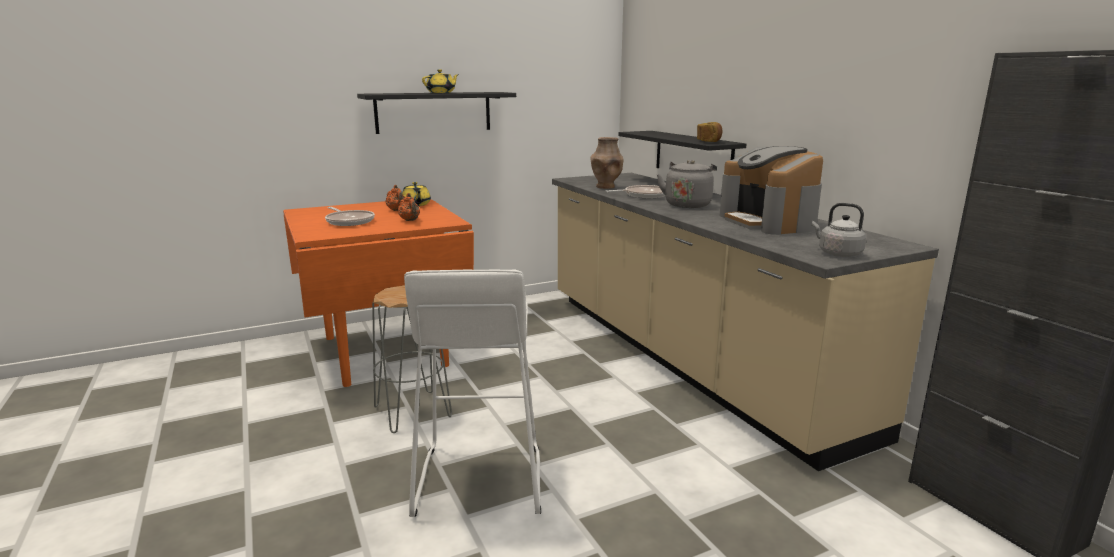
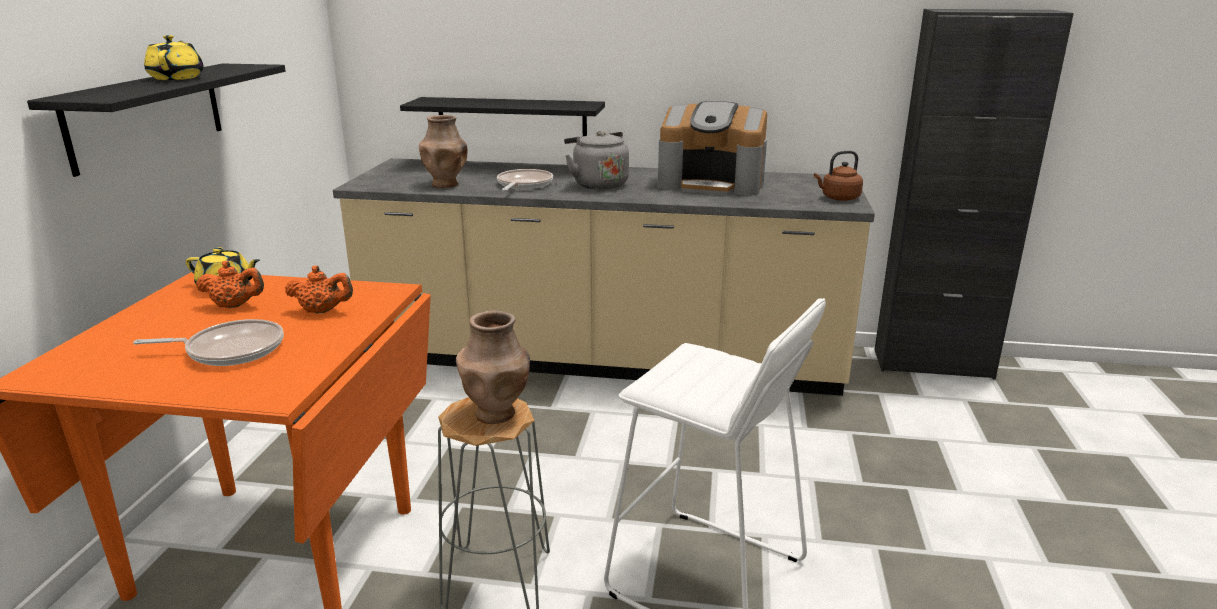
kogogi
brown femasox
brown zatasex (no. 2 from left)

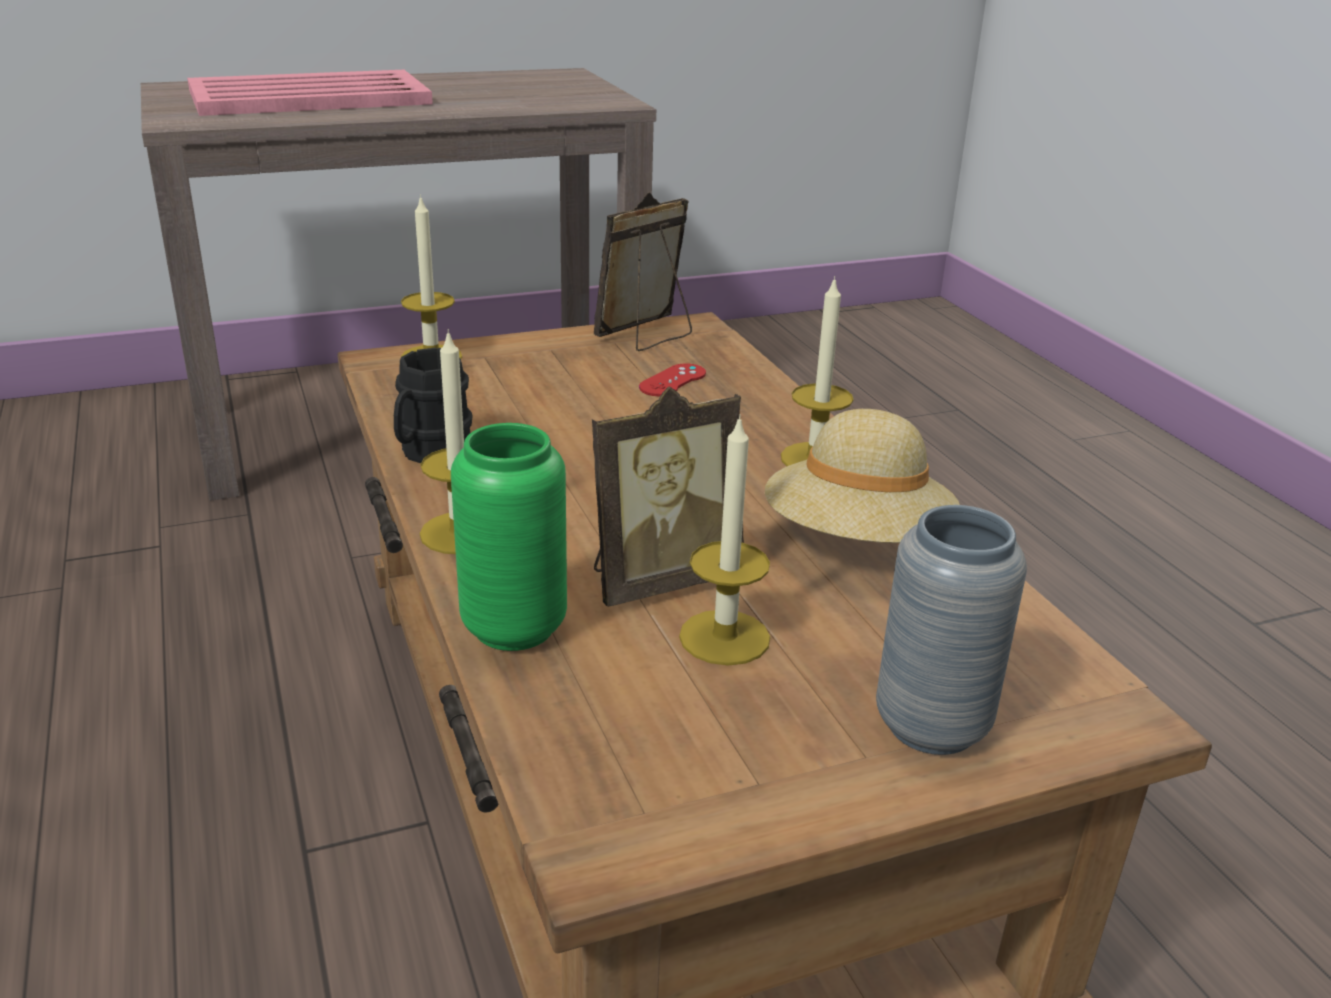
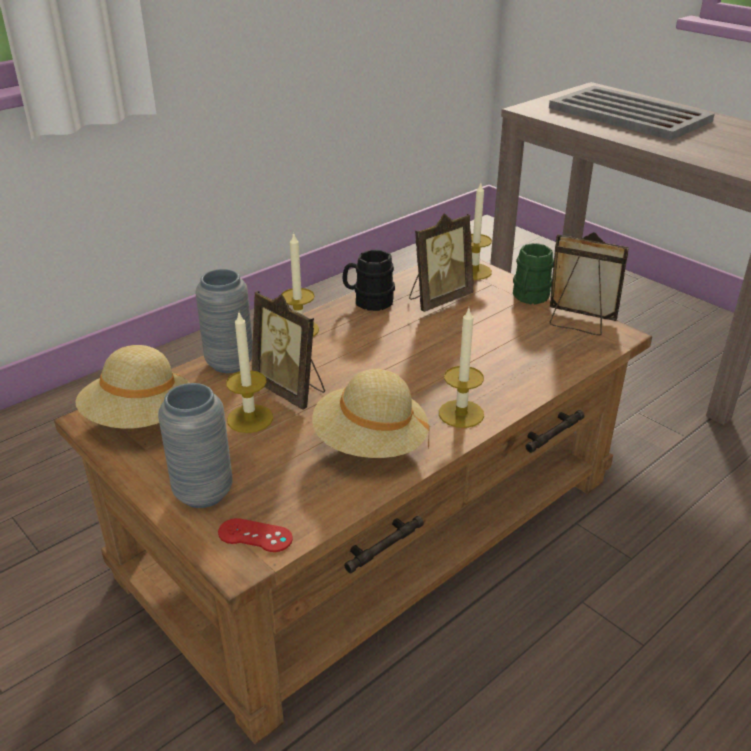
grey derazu
grey zatasex (no. 2 from left)
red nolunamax
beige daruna (no. 1 from left)
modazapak (no. 2 from left)
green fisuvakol

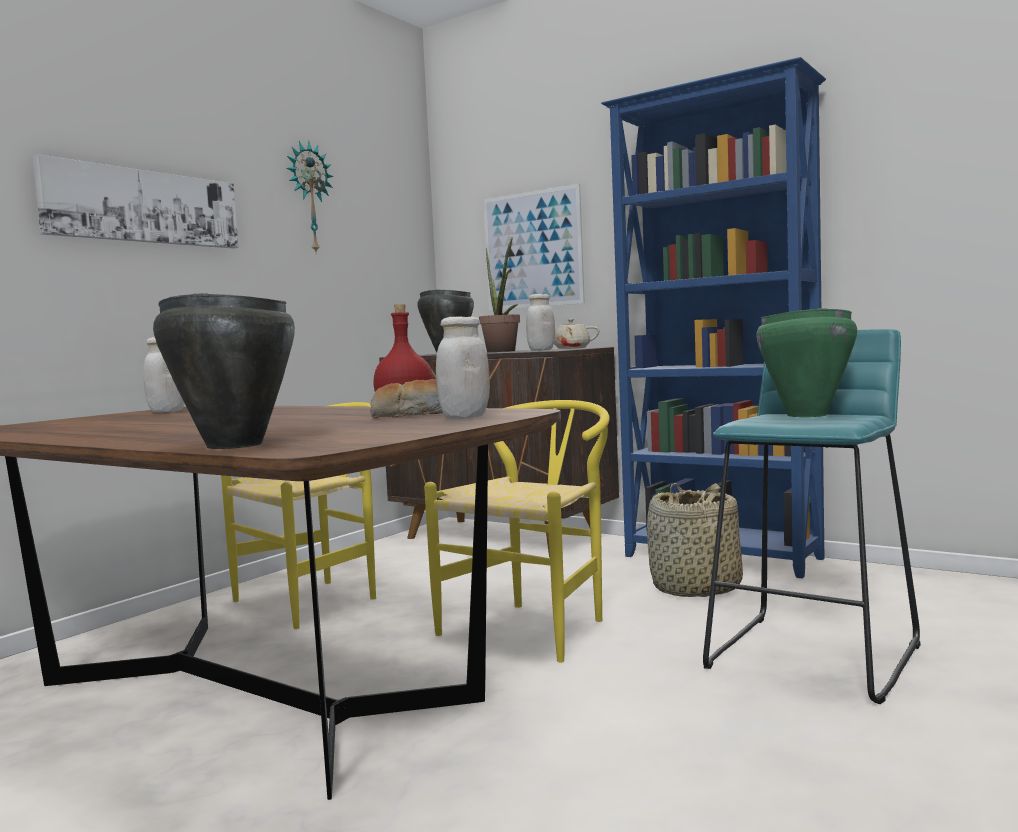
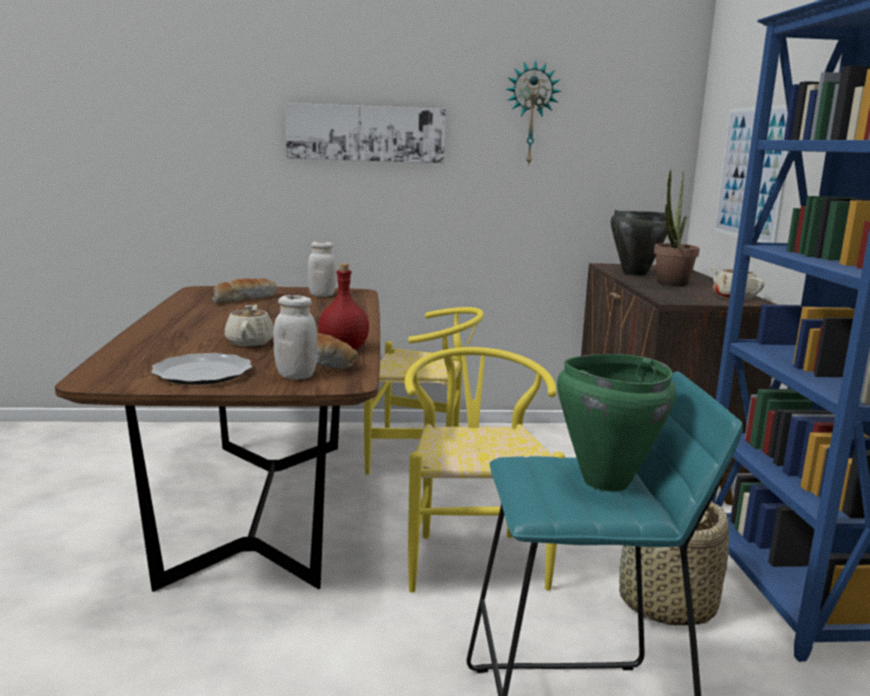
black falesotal (no. 1 from left in the first image)
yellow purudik (no. 2 from left)
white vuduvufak (no. 3 from left in the first image)
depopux
kogogi (no. 1 from left)
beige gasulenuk (no. 1 from left)

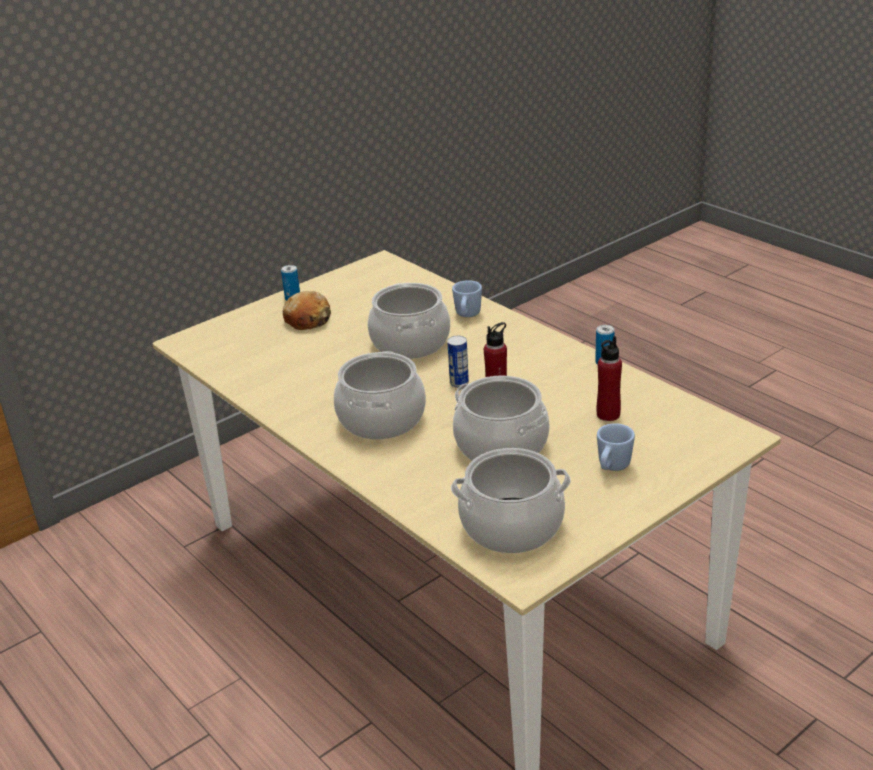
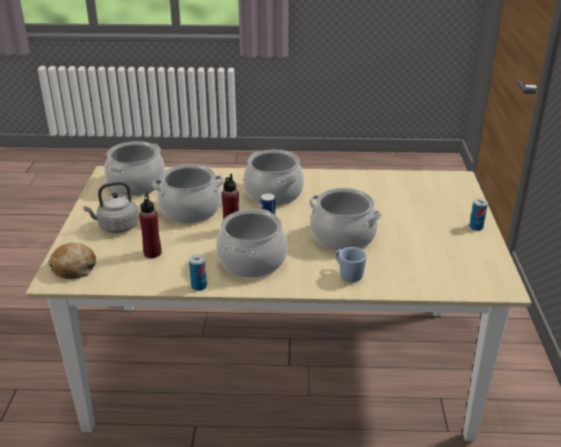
kogogi
grey femasox
falesotal (no. 3 from left)

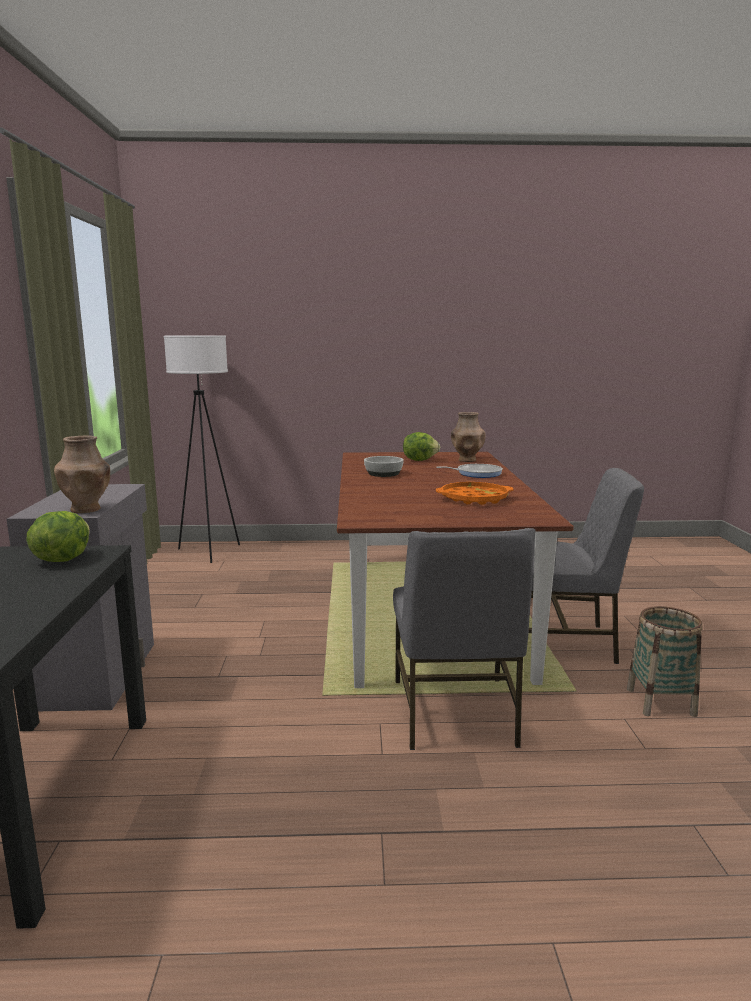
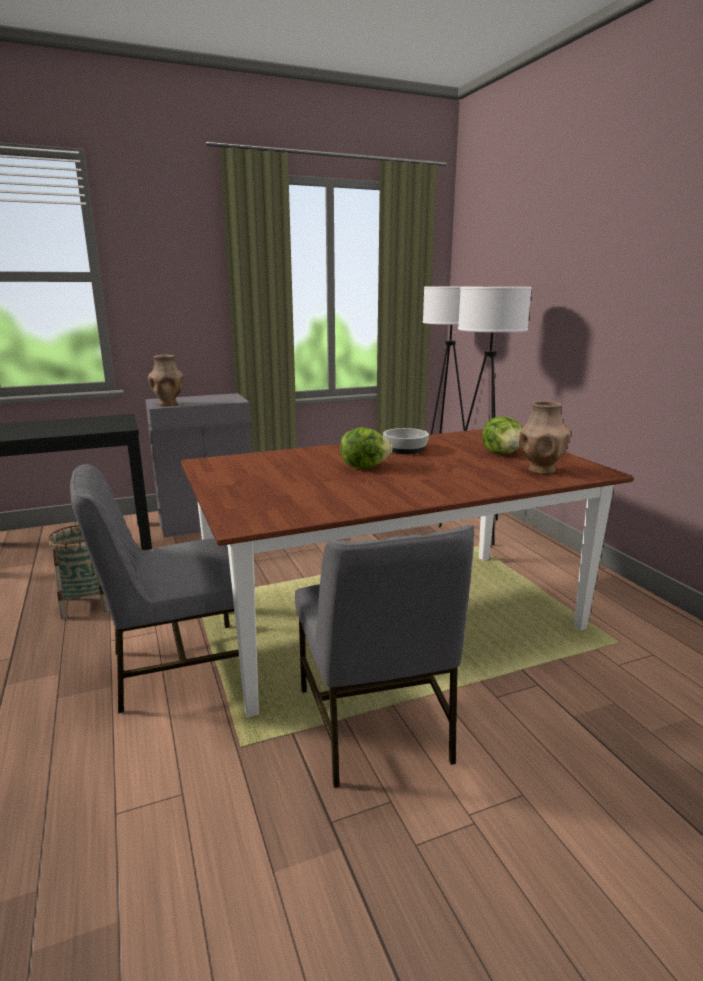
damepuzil (no. 1 from left)
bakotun
orange derazu
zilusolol
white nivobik (no. 2 from left)

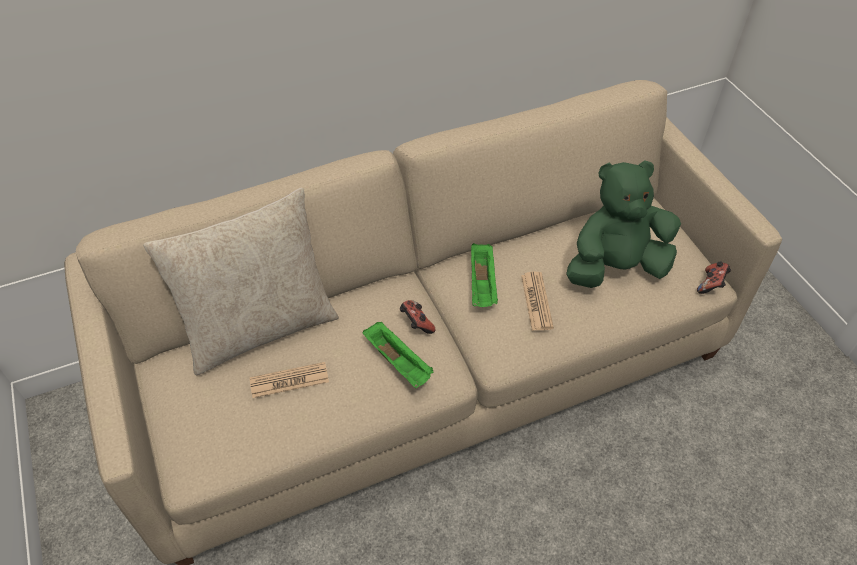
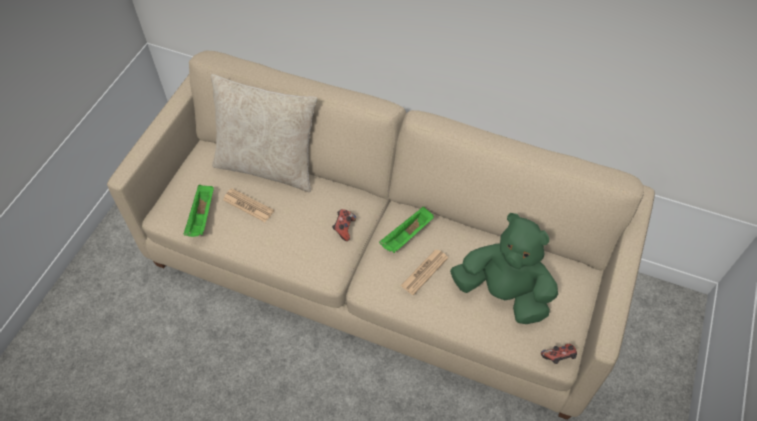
green derazu (no. 1 from left)

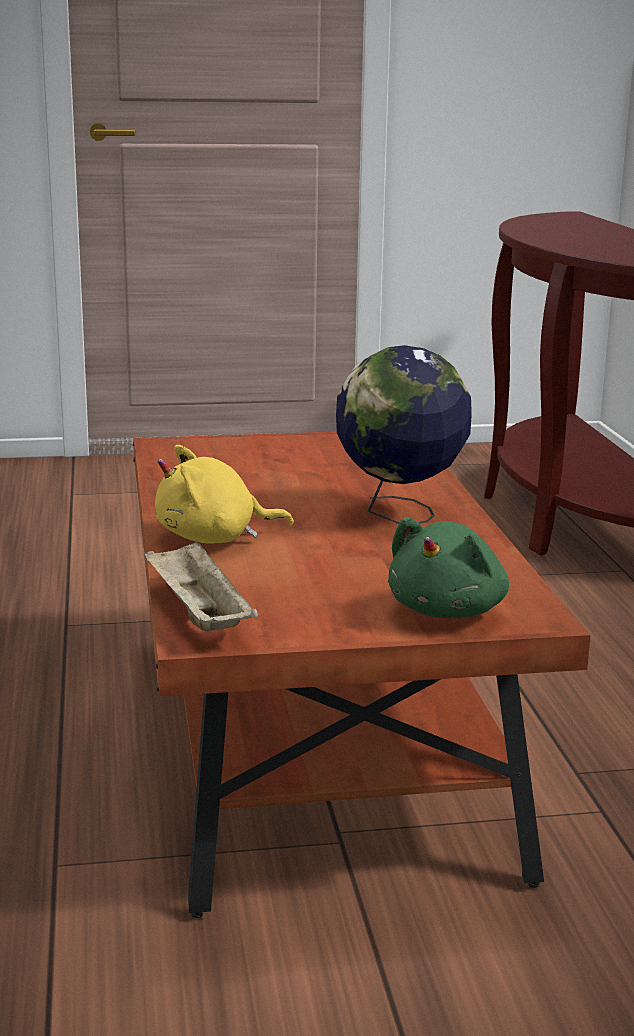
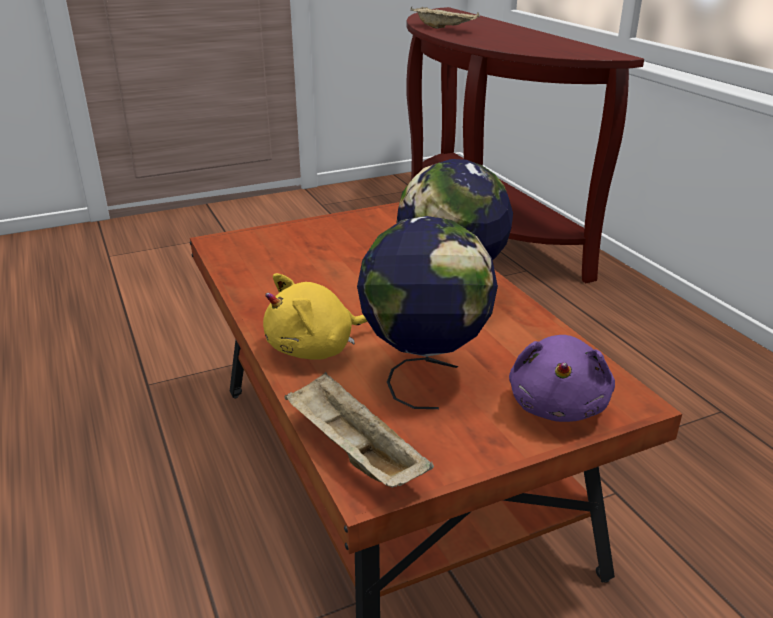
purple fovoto
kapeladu (no. 1 from left)
beige derazu (no. 2 from left)

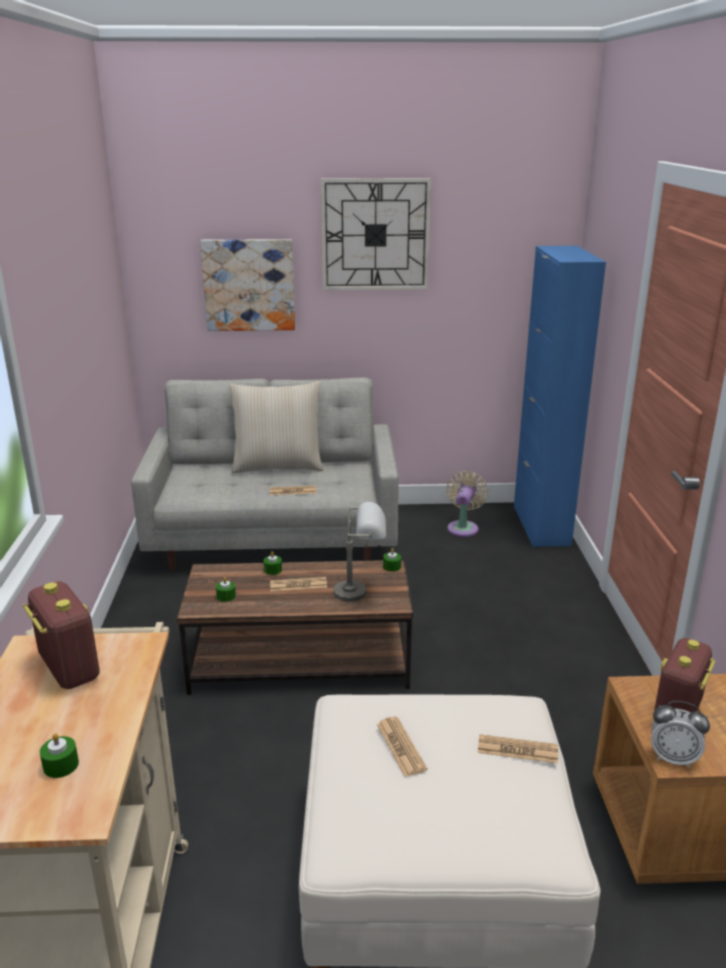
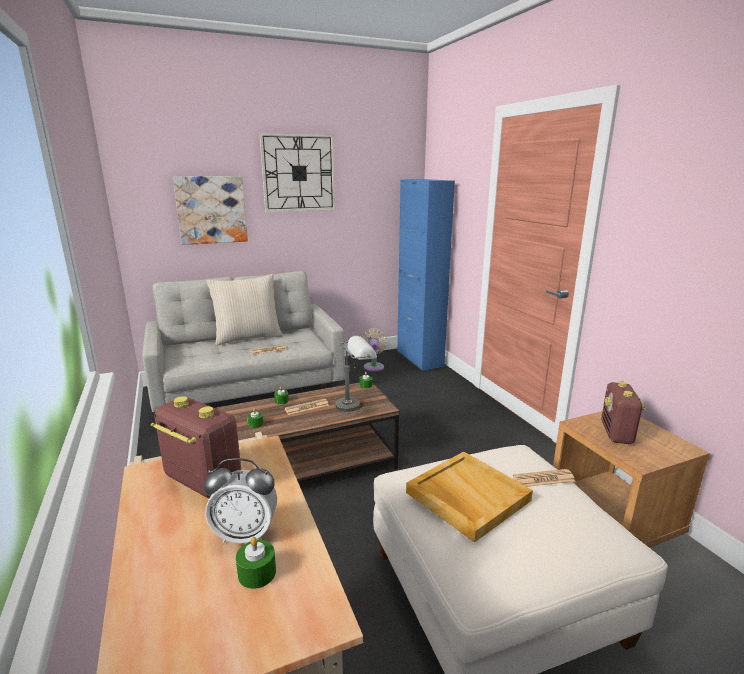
beige derazu
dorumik

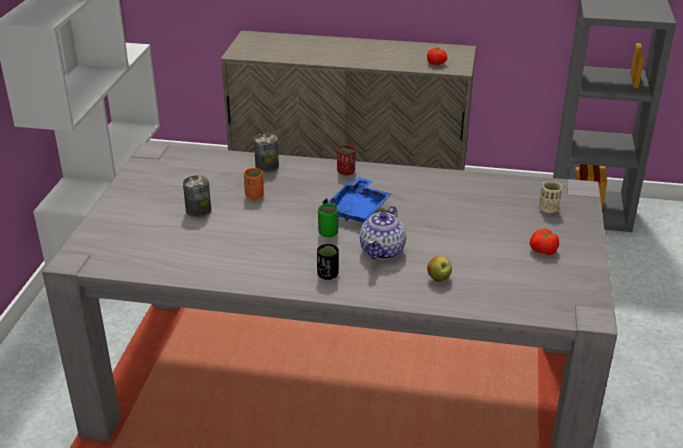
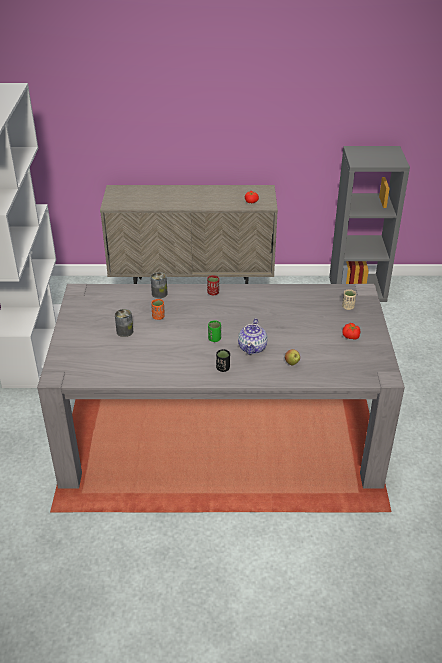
blue derazu

